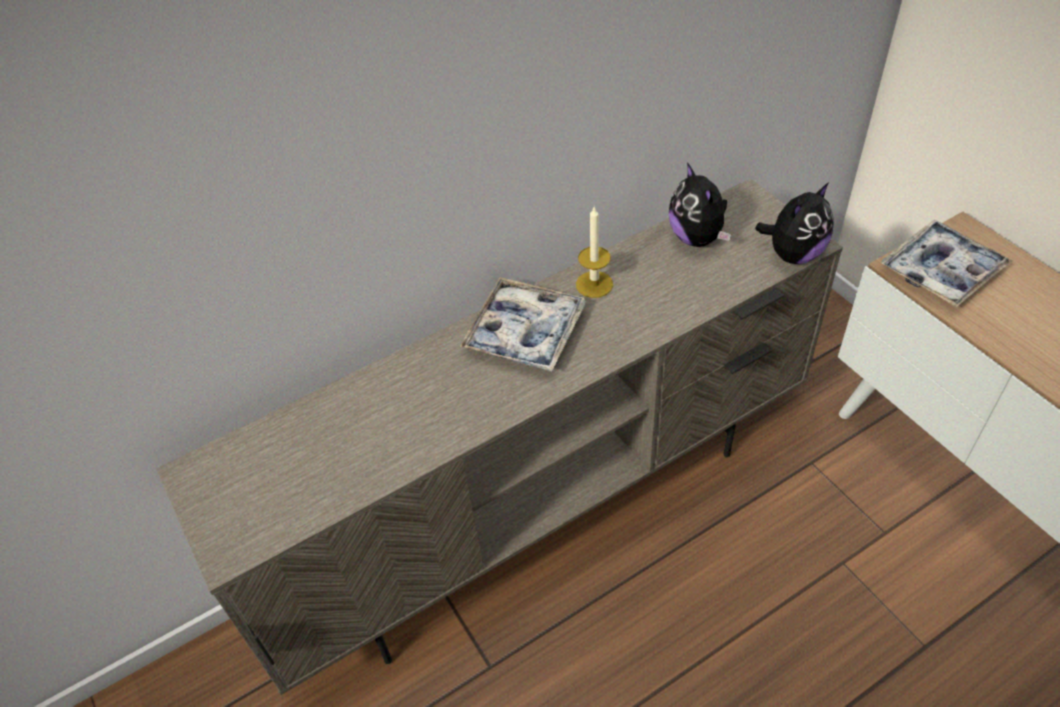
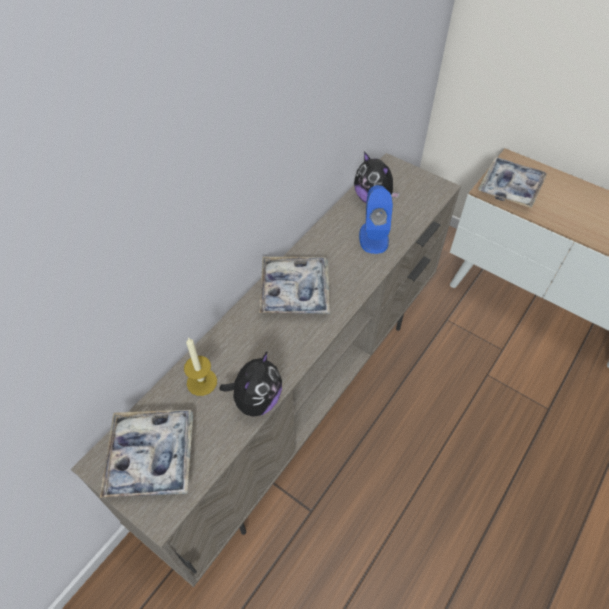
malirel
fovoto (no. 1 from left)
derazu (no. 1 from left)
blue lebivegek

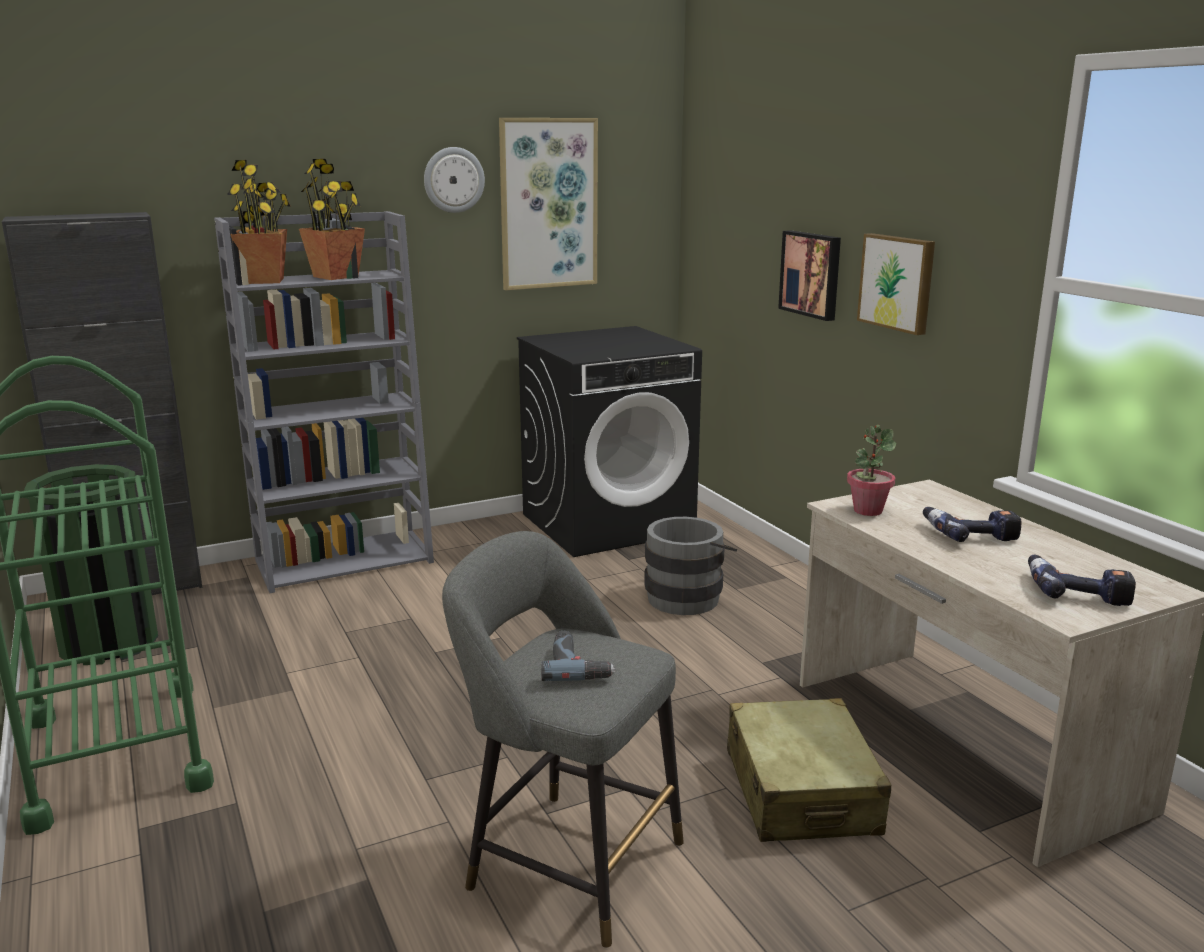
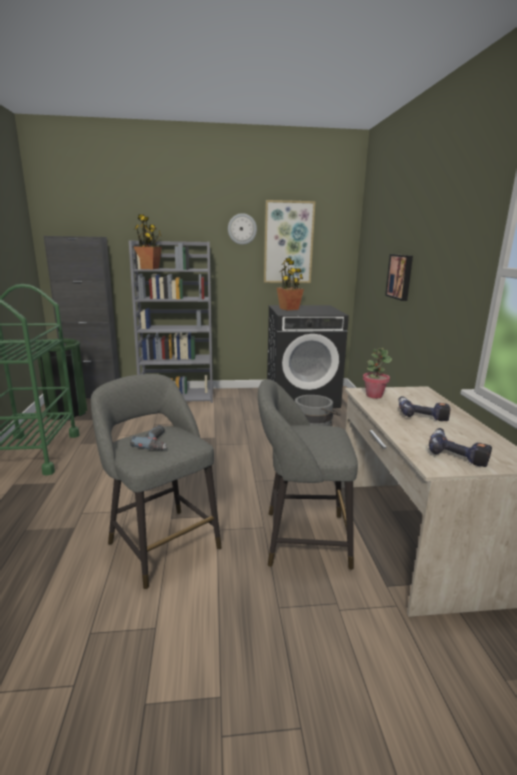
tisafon (no. 2 from left)
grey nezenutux (no. 2 from left)
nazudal (no. 3 from left in the first image)

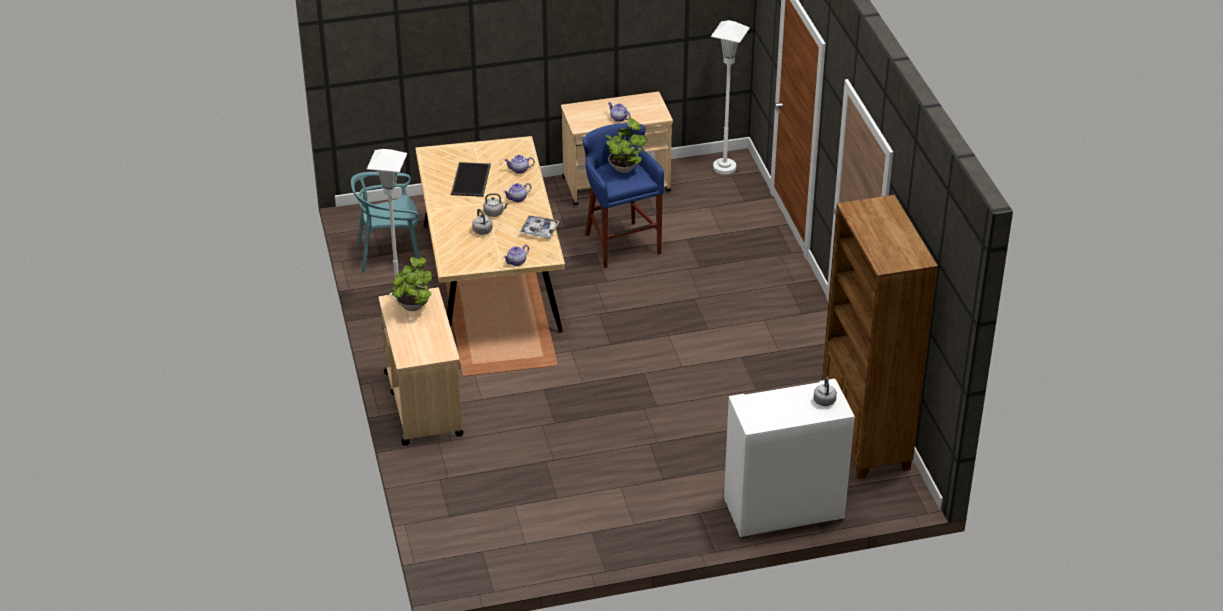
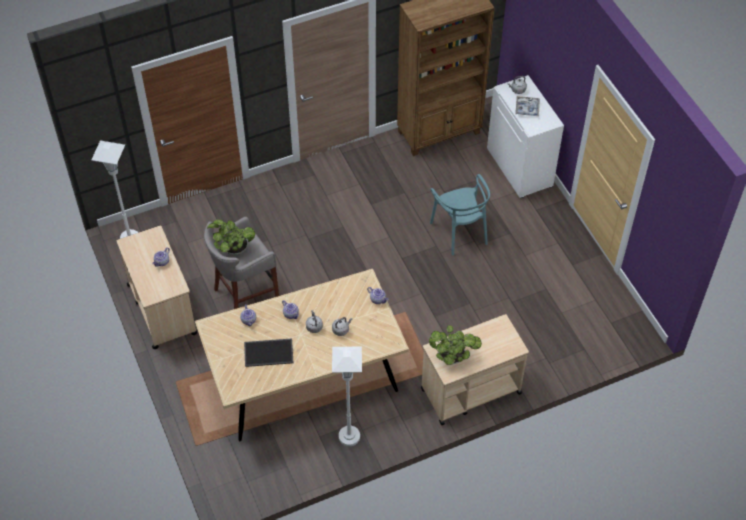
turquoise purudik
derazu (no. 2 from left)
grey nezenutux

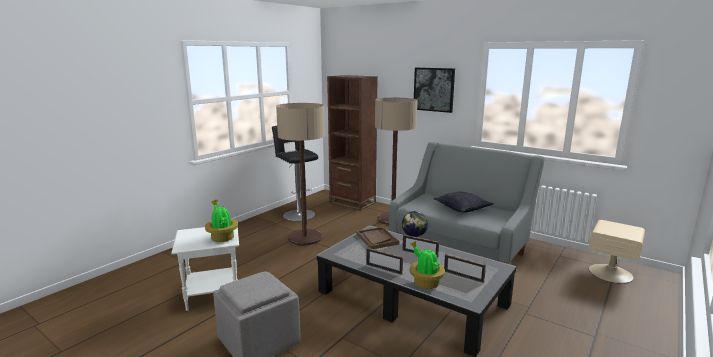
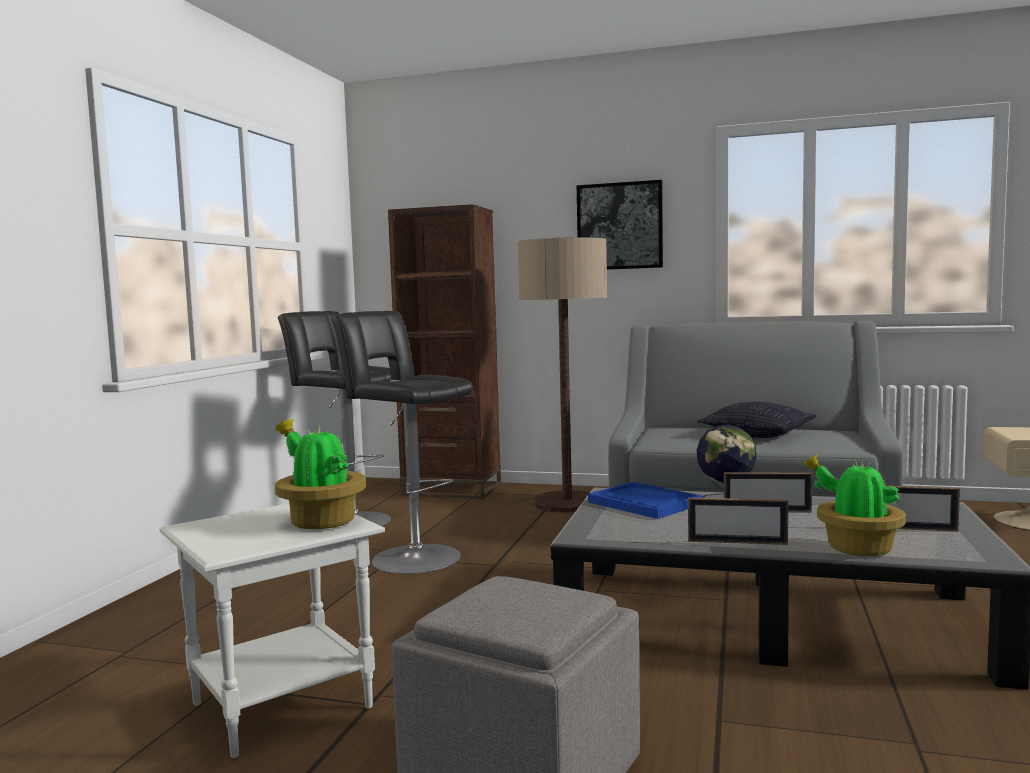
black nezenutux (no. 2 from left)
blue derazu

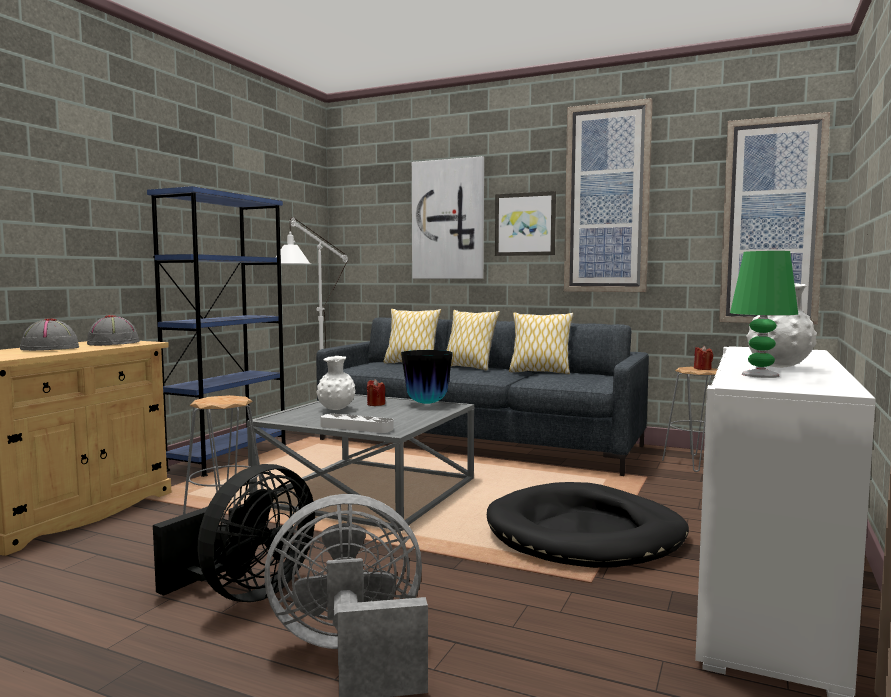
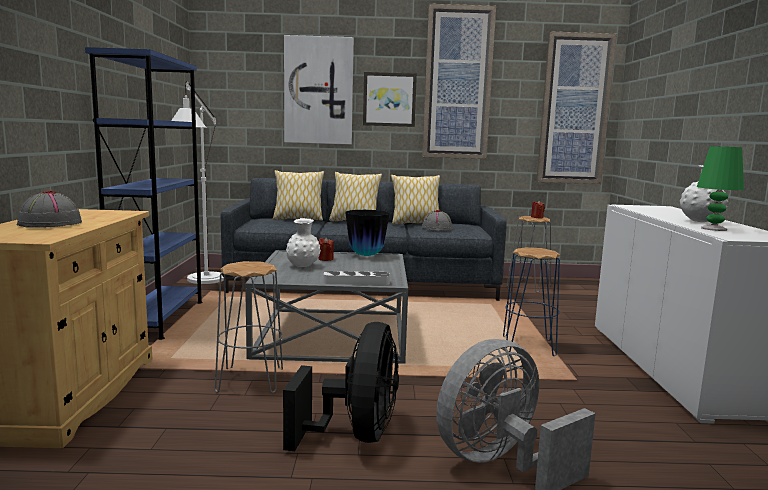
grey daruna (no. 2 from left)
blue nezenutux

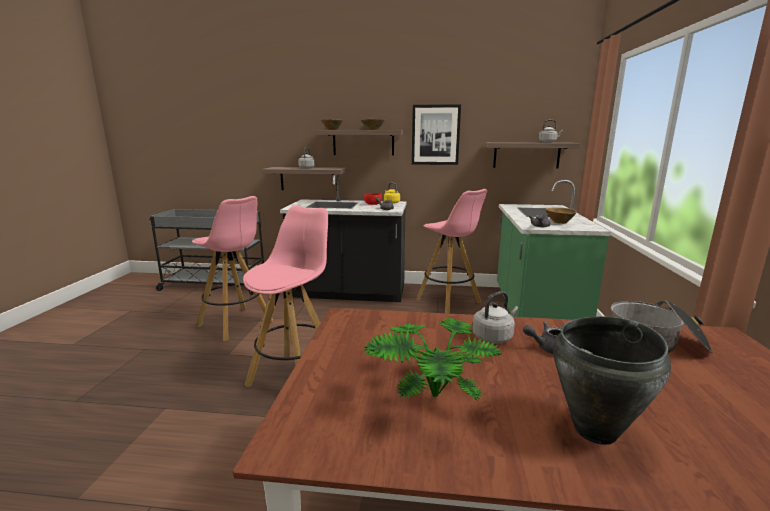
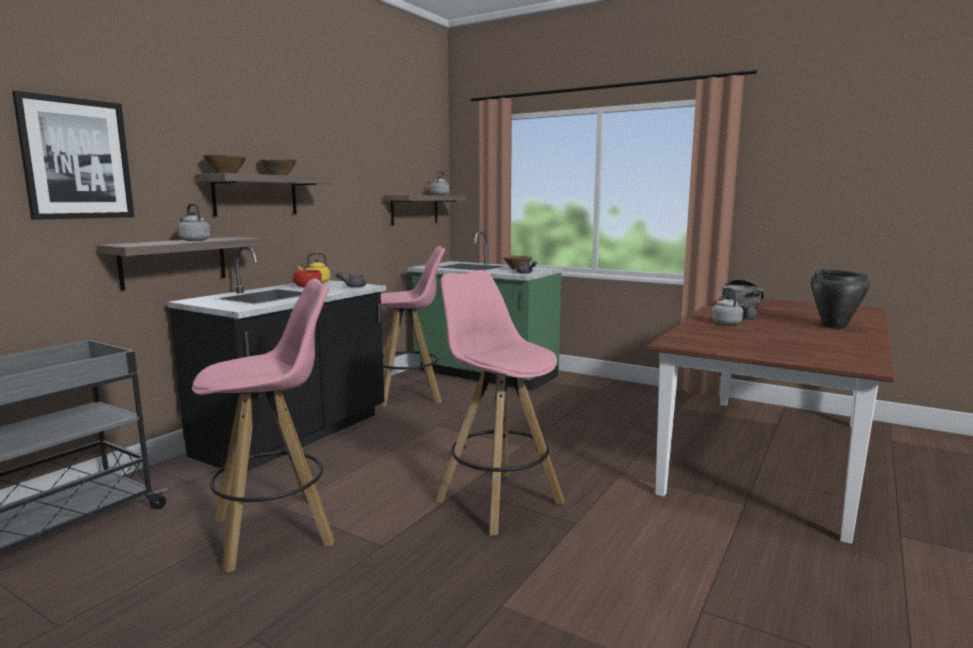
tisafon
nazudal

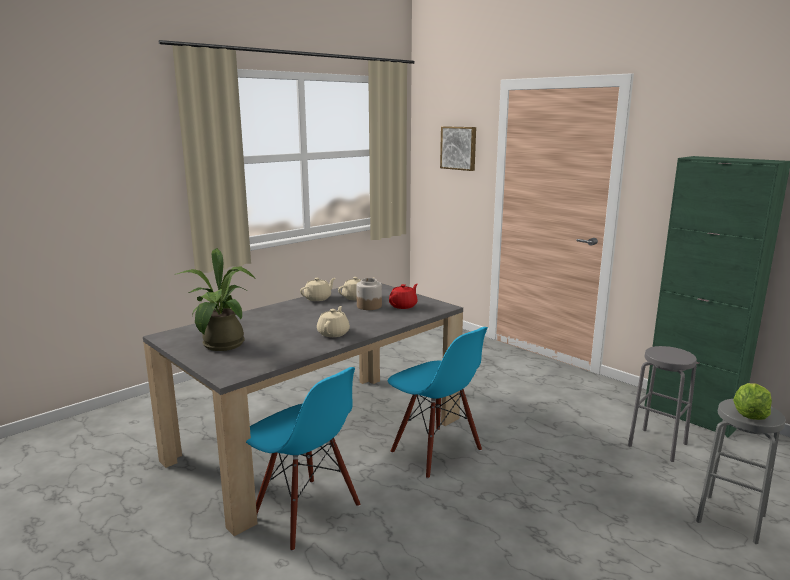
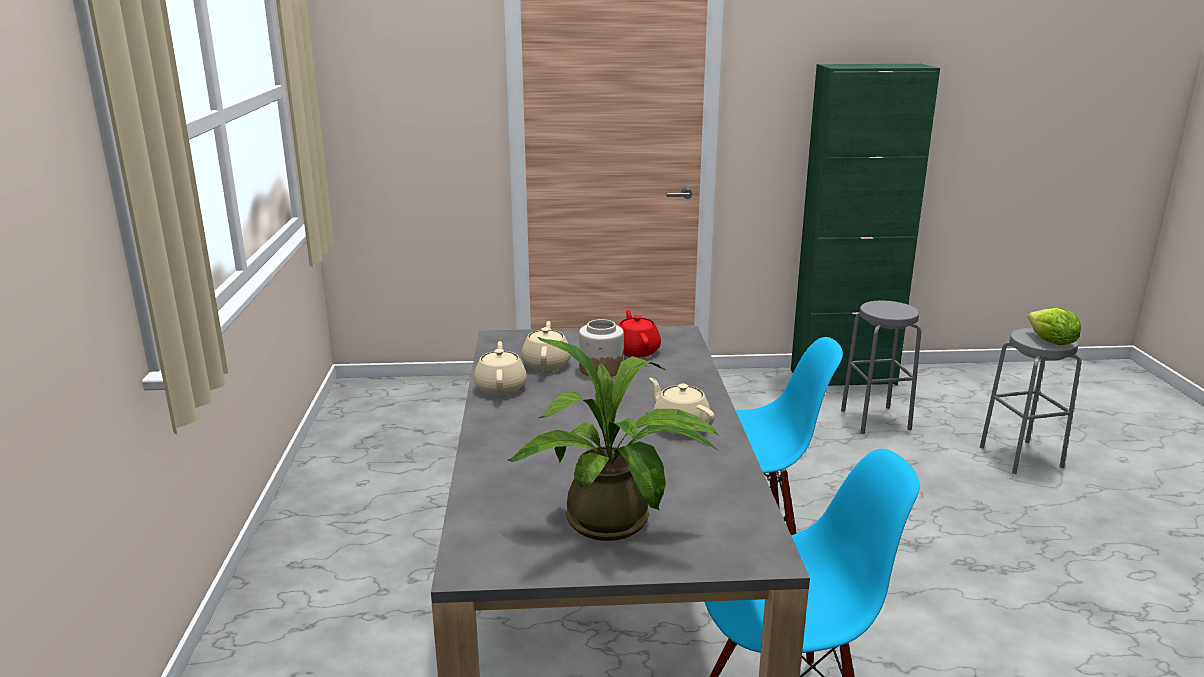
nazudal

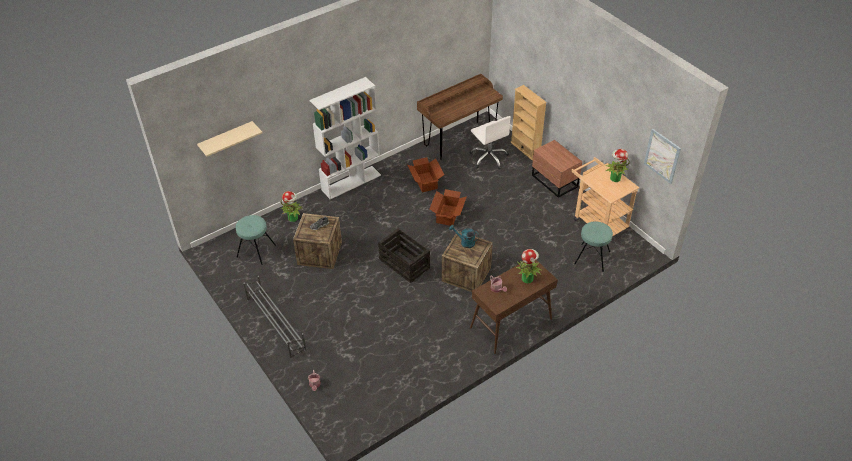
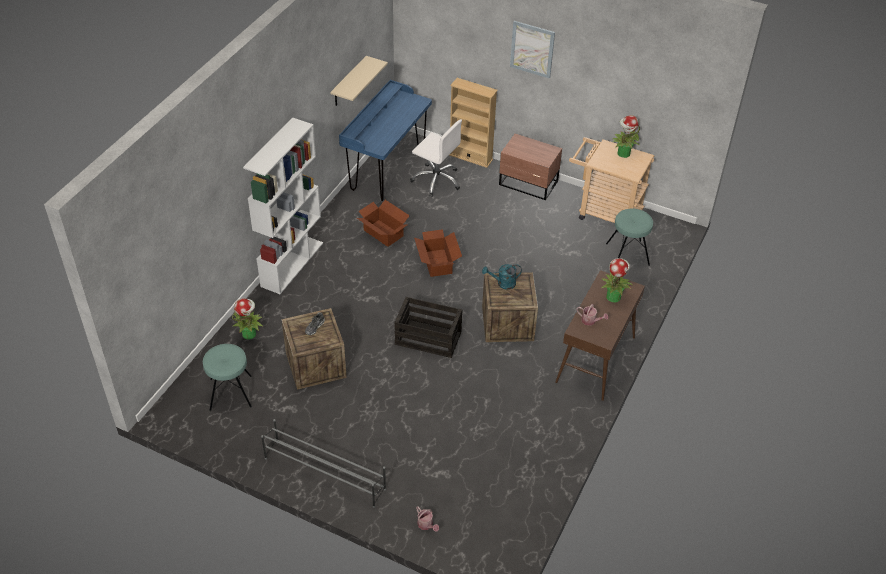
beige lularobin
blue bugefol
nazudal

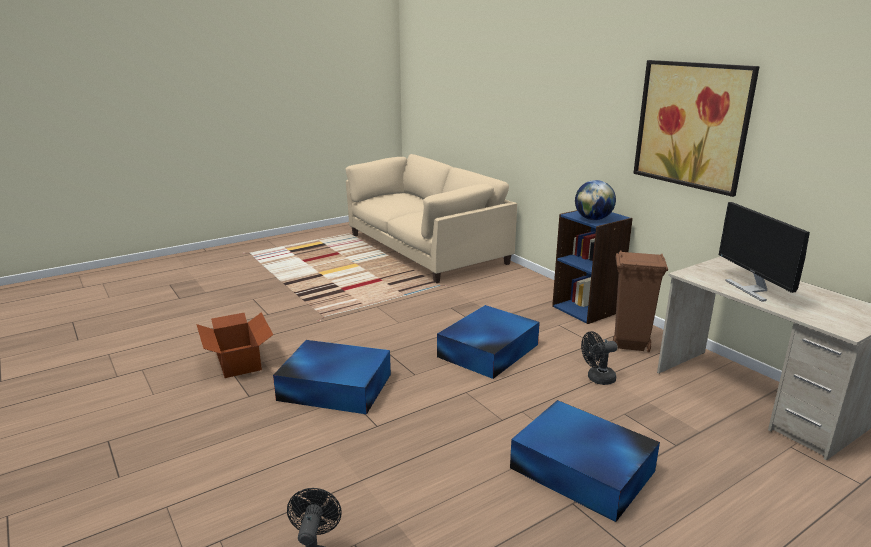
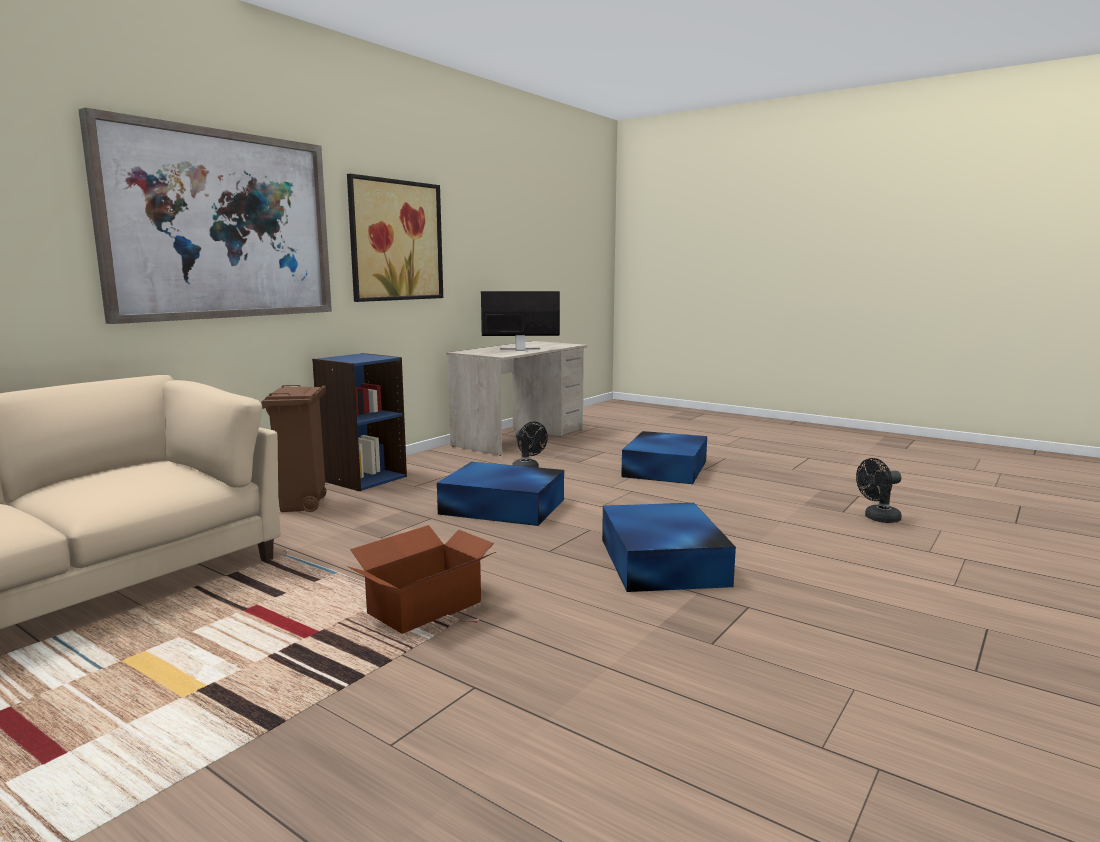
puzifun
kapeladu
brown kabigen
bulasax
nazudal (no. 1 from left)

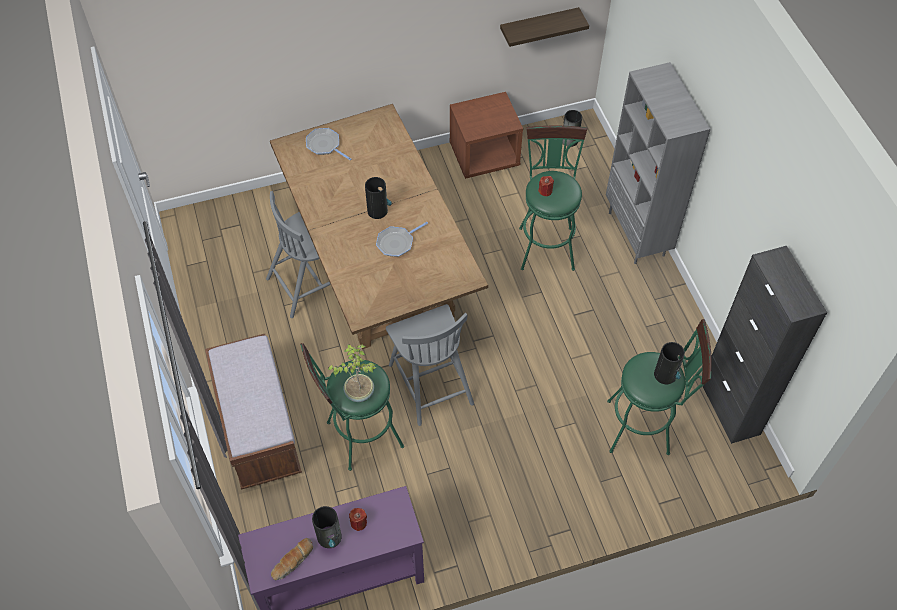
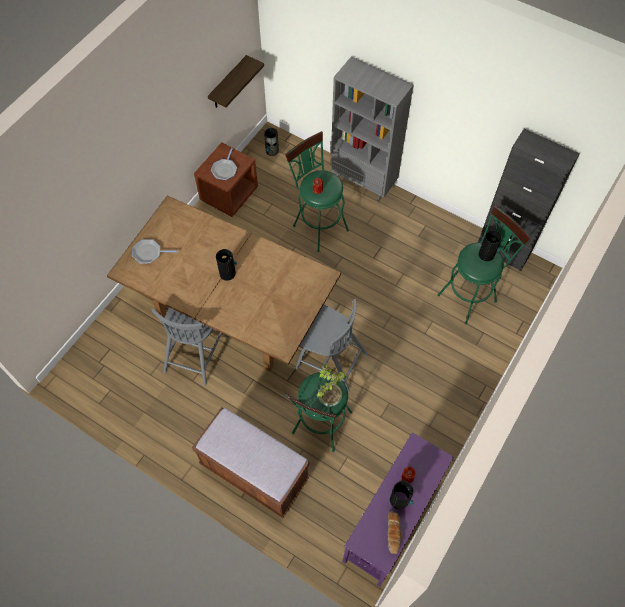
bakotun (no. 2 from left)

